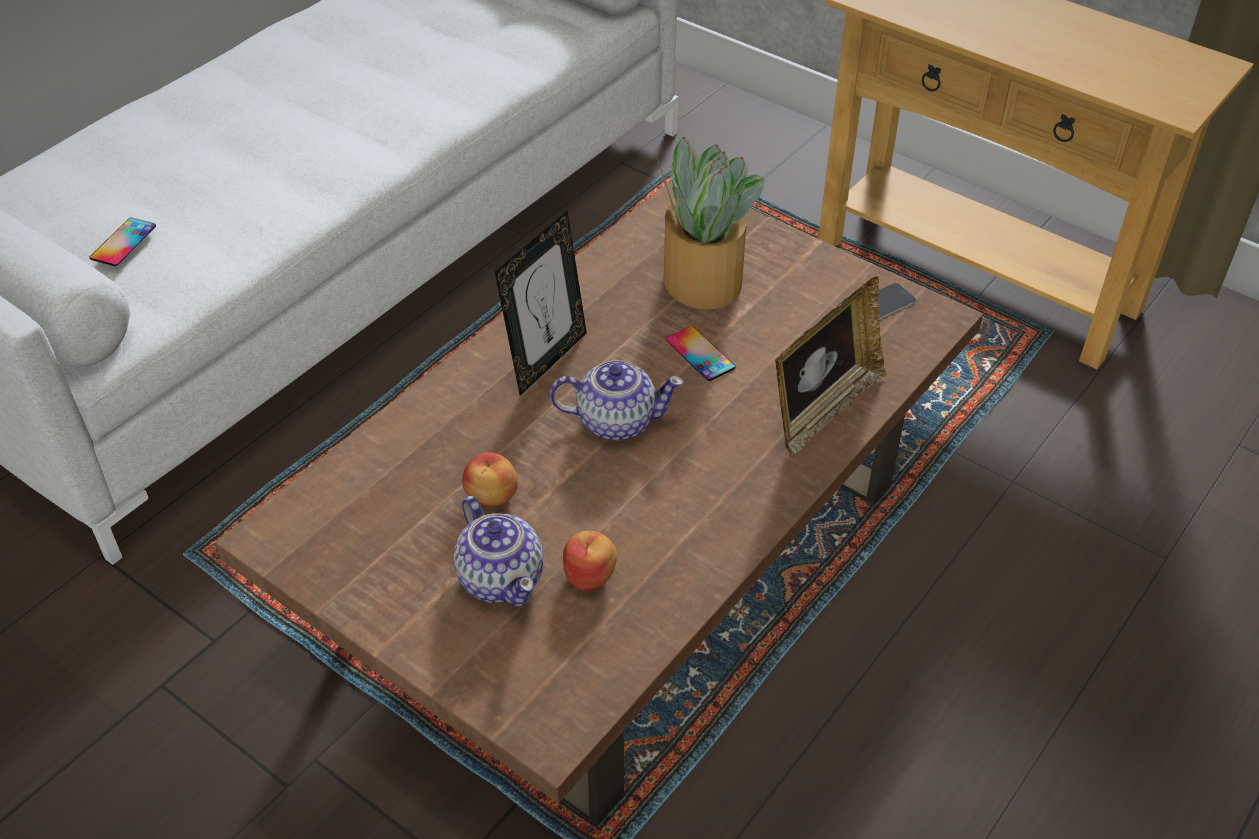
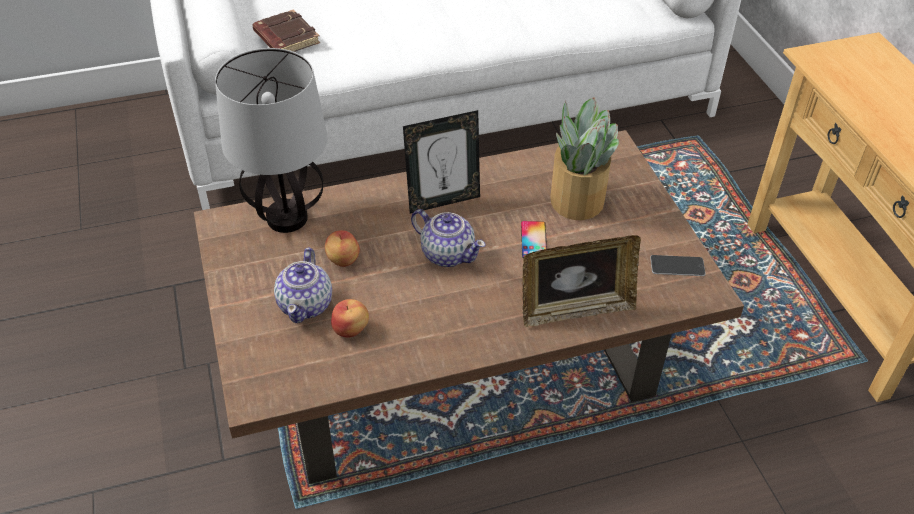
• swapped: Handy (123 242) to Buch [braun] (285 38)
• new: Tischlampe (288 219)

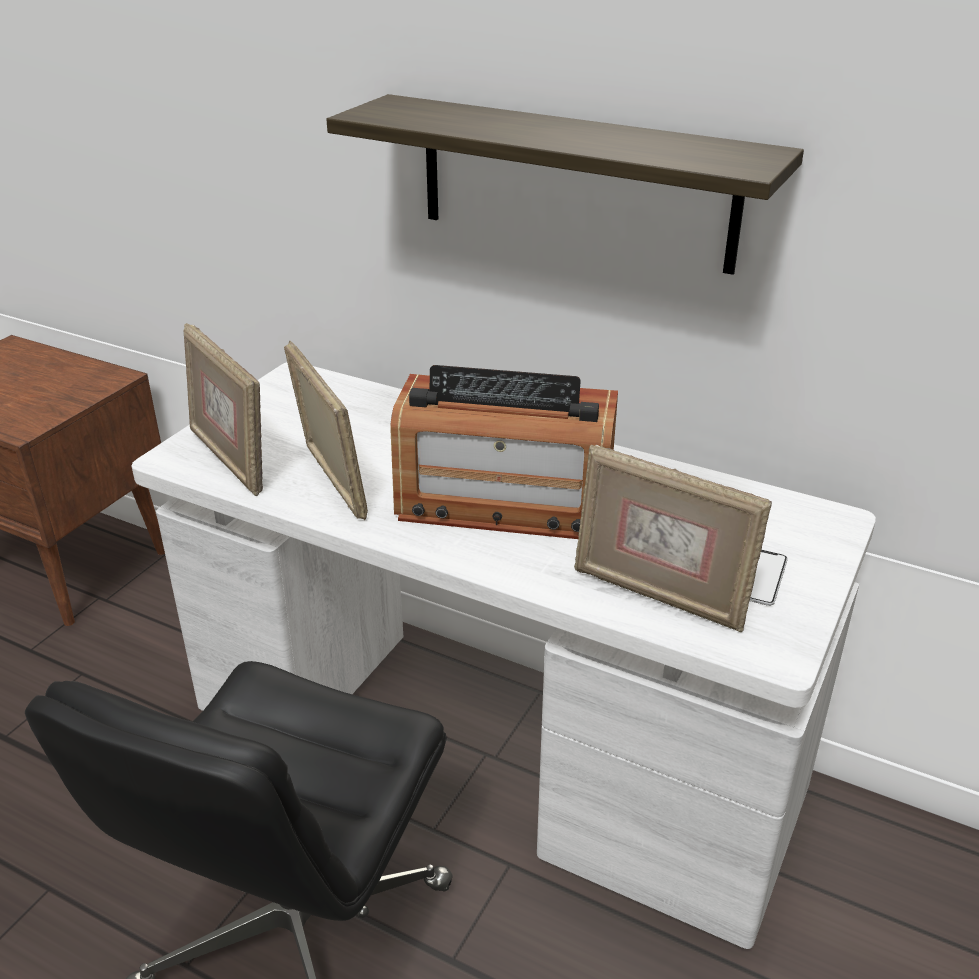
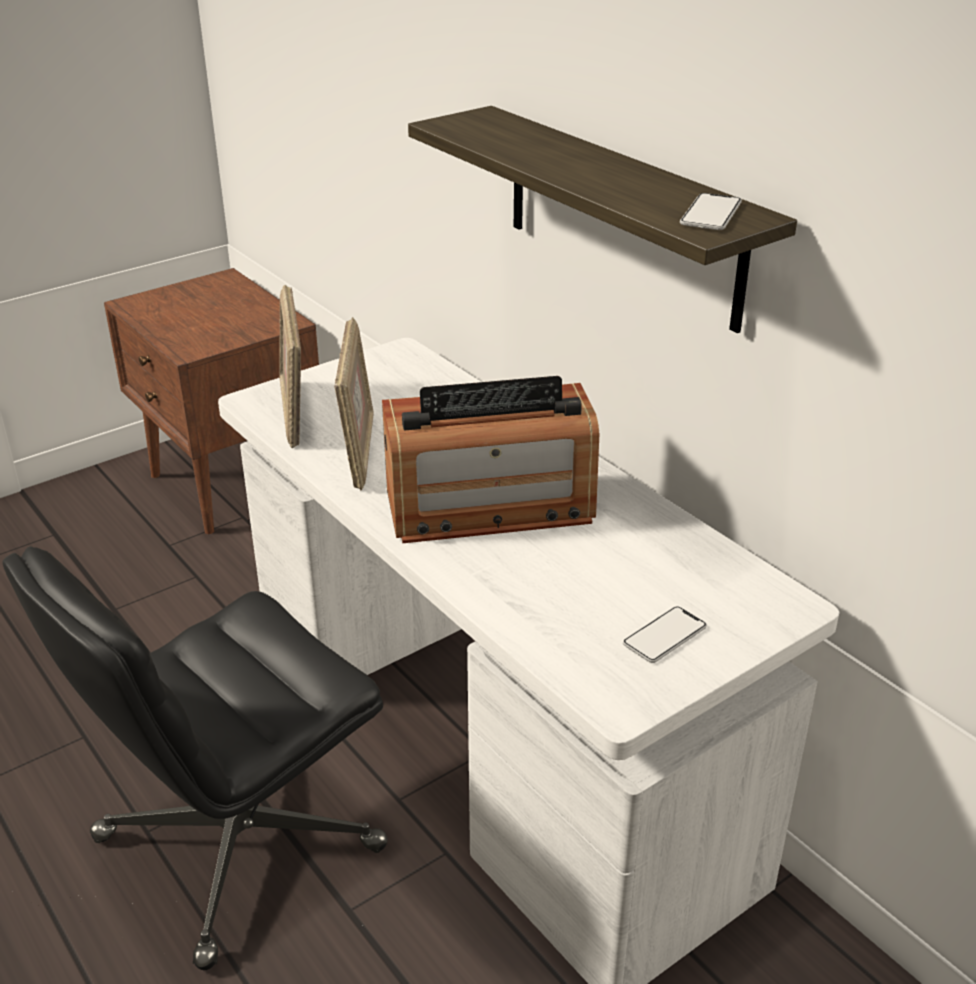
• rotated: Radio (504 502) = (489 506) 45 degrees counterclockwise
• gone: Bilderrahmen (659 595)
• new: Handy (711 214)

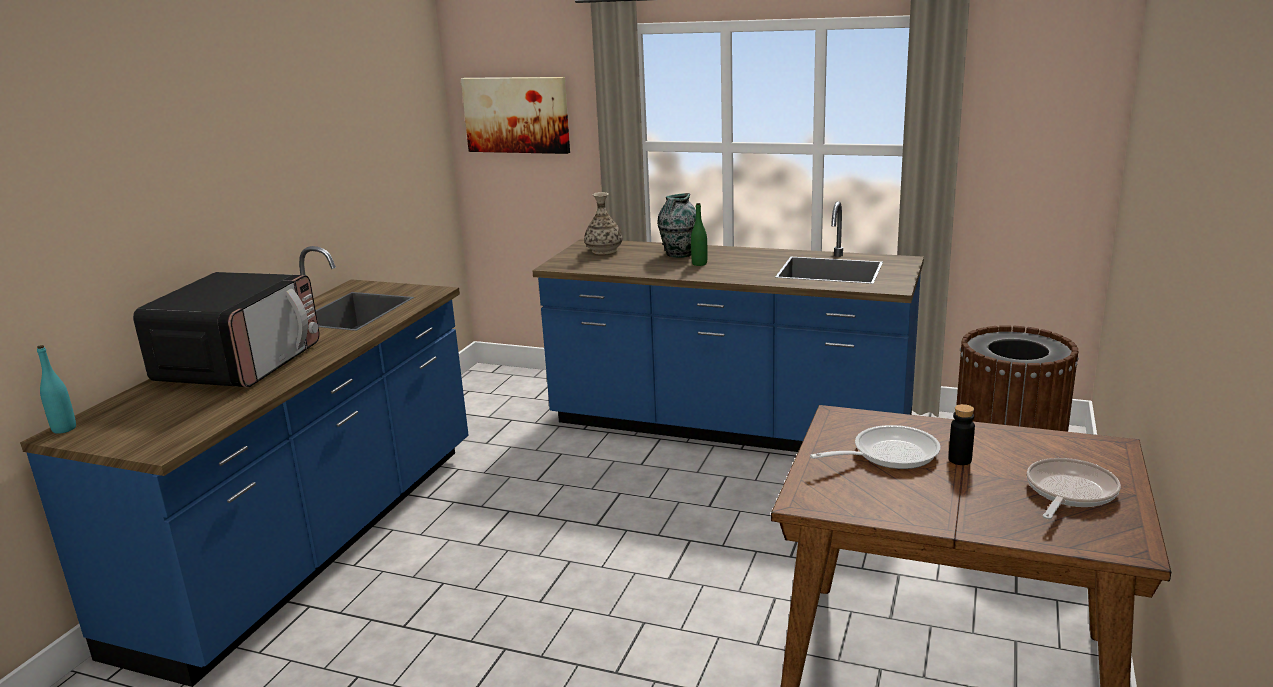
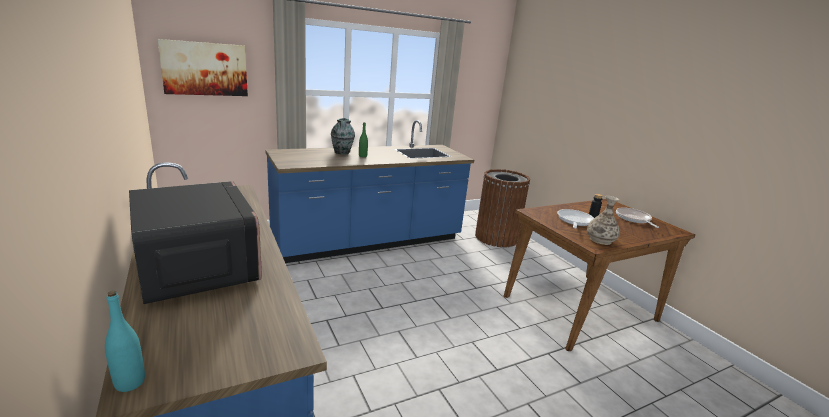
• shifted: Vase (604 251) to (600 240)

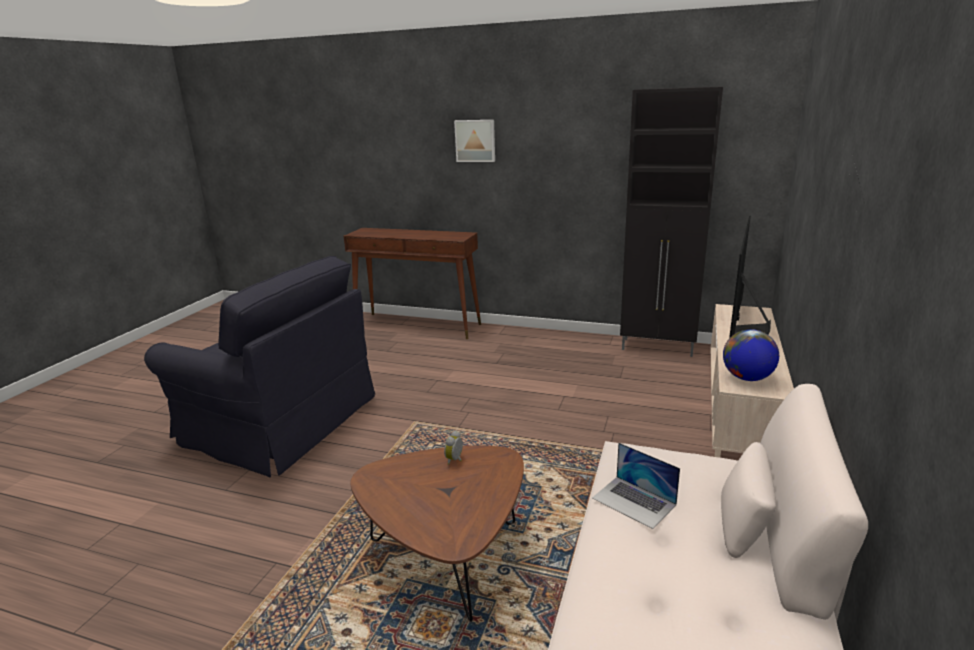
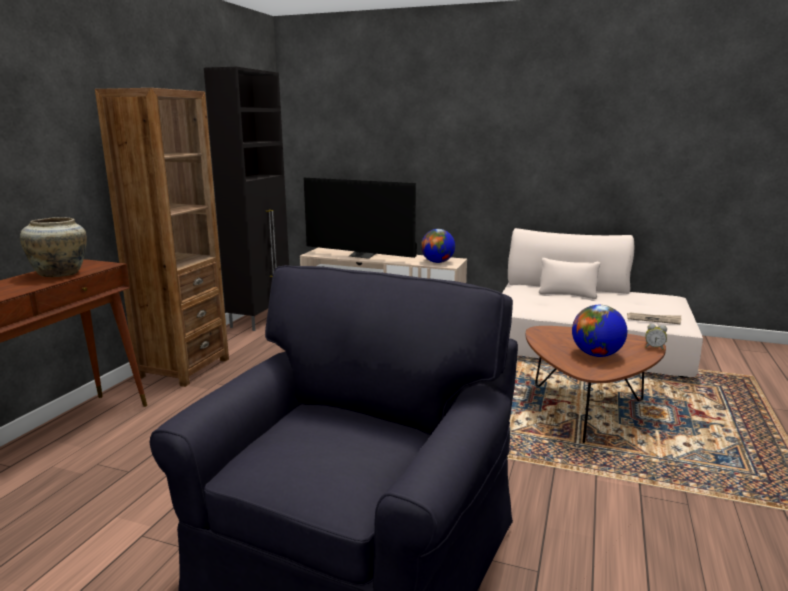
• gone: Bild (475 140)
• shifted: Wecker (455 460) to (654 347)
• gone: Laptop (634 501)
• new: Bücherregal [braun] (183 368)
• new: Vase [beige] (61 274)
• new: Globus (596 354)
• new: Zeitung (653 319)

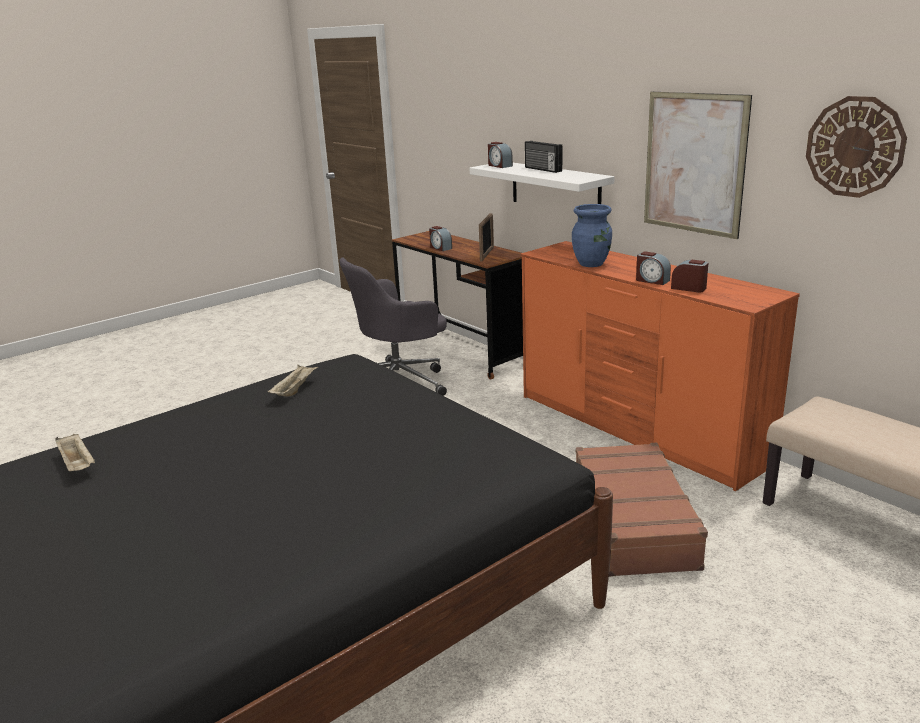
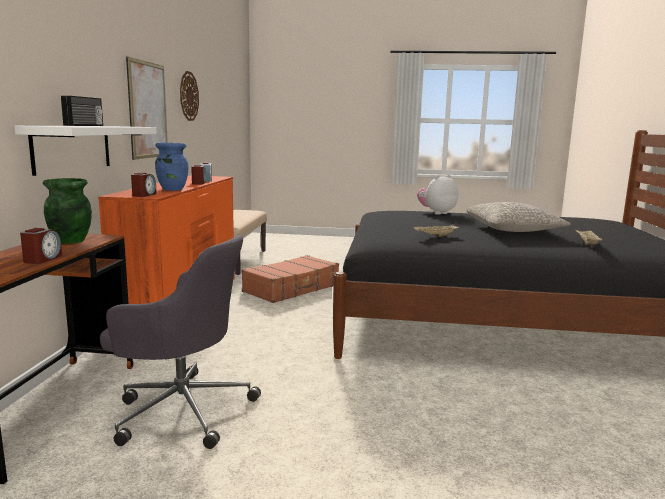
• shifted: Wecker (499 166) to (144 195)
• swapped: Bilderrahmen (487 254) to Vase [grün] (70 241)
• new: Plüschtier (436 213)
• new: Kissen [grau] (513 230)

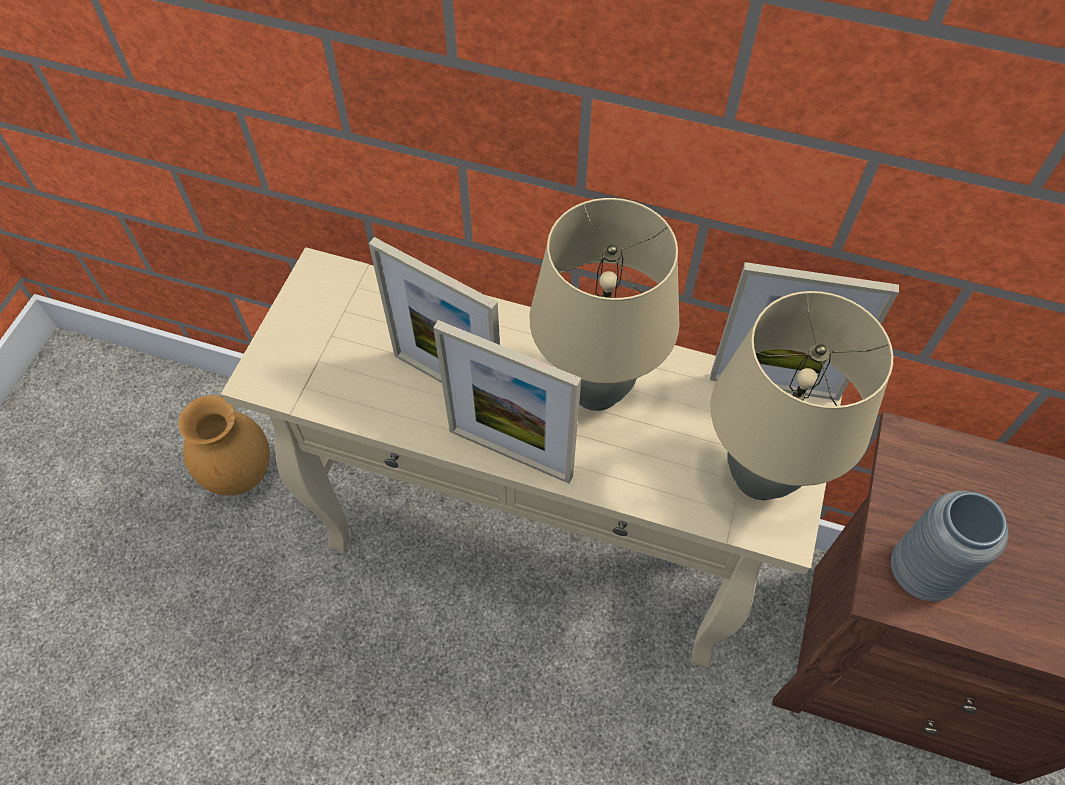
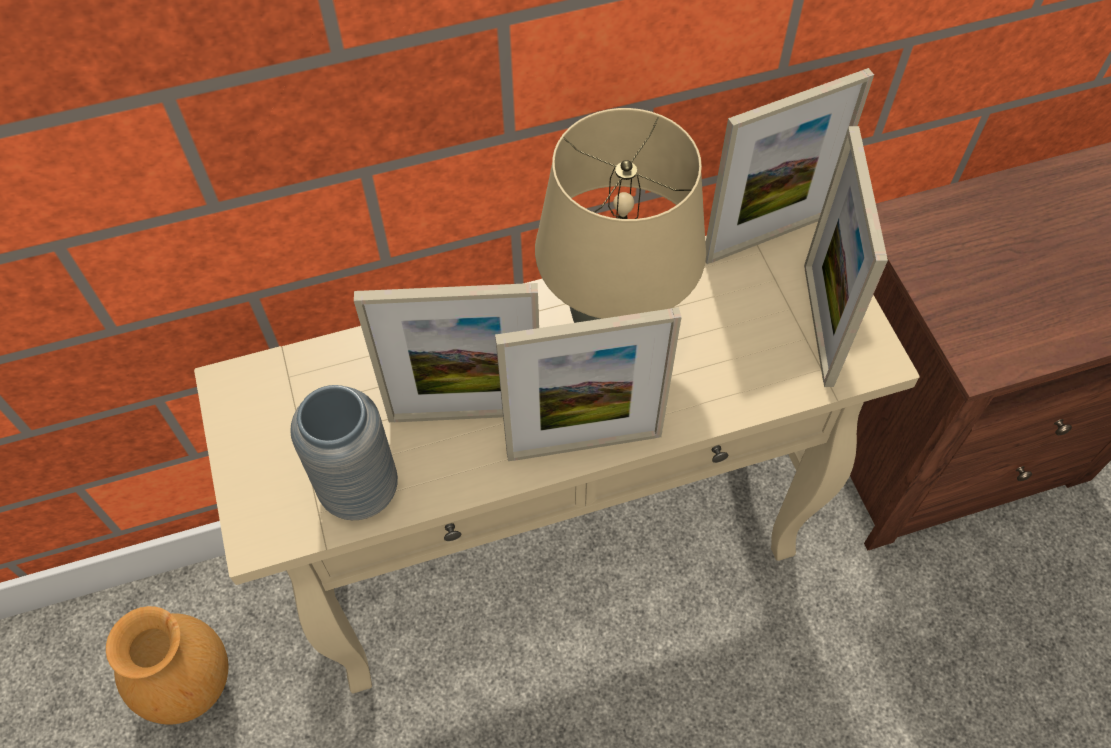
• swapped: Tischlampe [beige] (760 476) to Bilderrahmen (818 324)
• shifted: Vase [grau] (921 572) to (360 490)

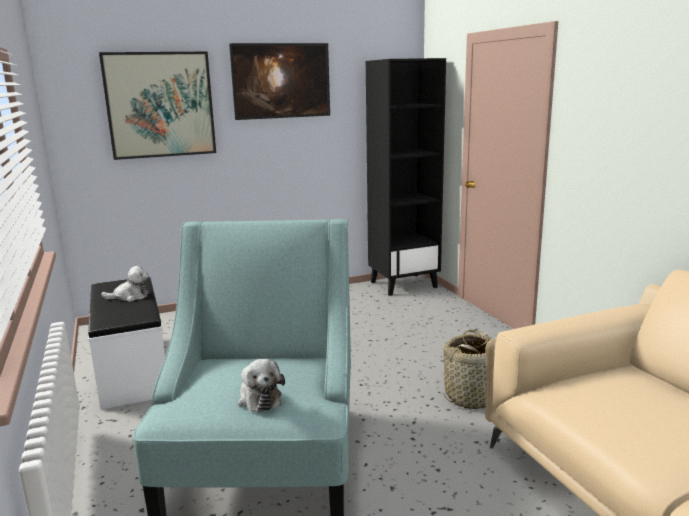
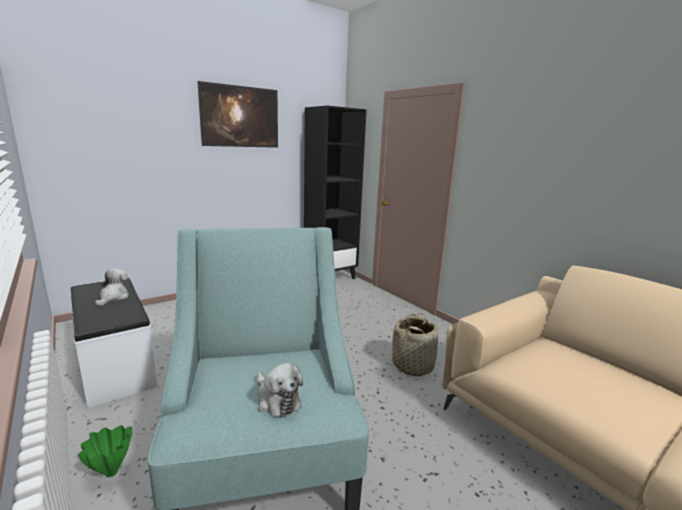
• gone: Bild (160 105)
• rotated: Plüschtier (130 296) = (113 297) 60 degrees counterclockwise
• new: Vase [grün] (110 473)

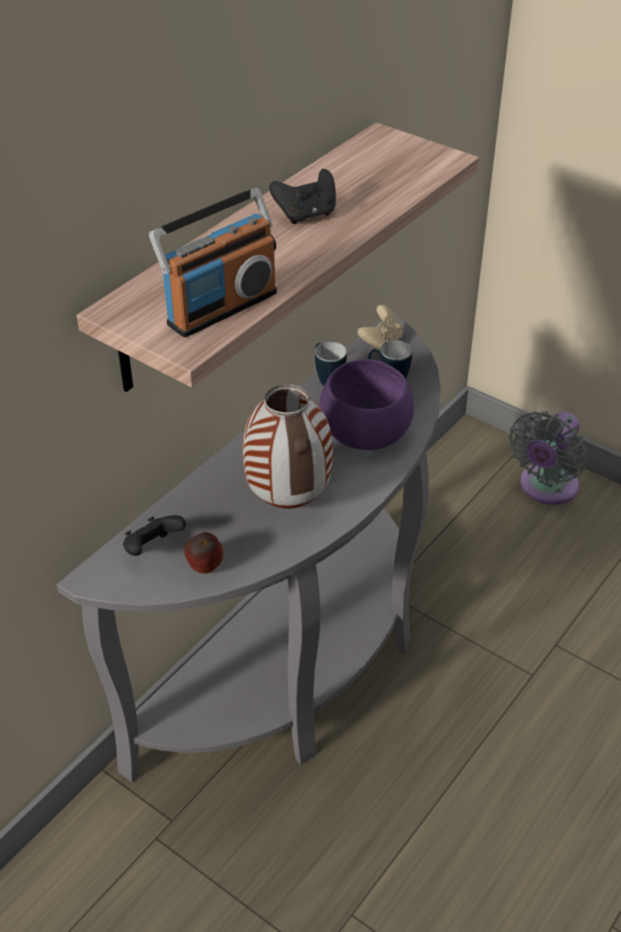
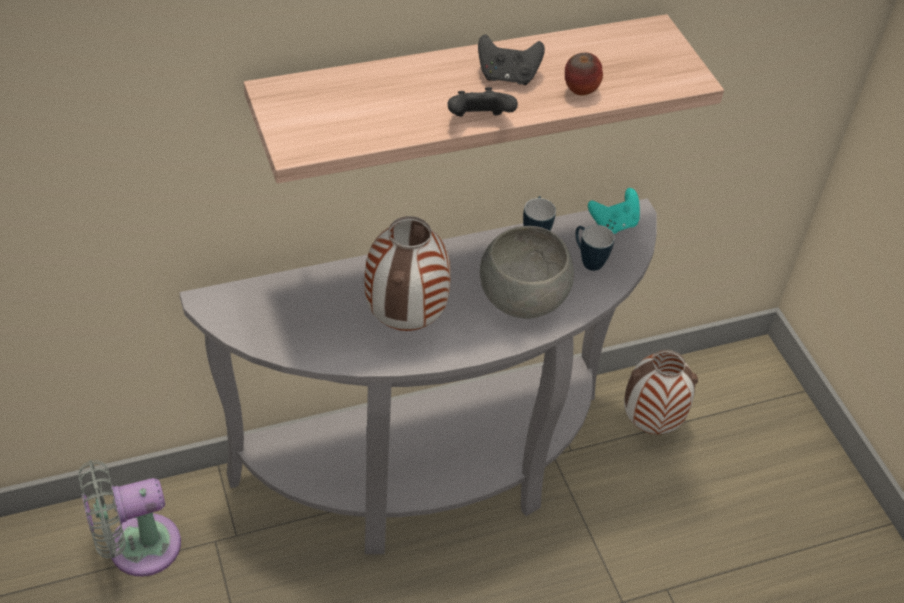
• gone: Radio (221 308)
• repainted: Gamepad [beige] (381 344) to Gamepad [türkis] (613 224)
• repainted: Schüssel [lila] (366 433) to Schüssel [grau] (523 298)
• shifted: Ventilator [grau] (545 488) to (136 547)
• shifted: Gamepad [schwarz] (152 549) to (478 121)
• shifted: Apfel (205 569) to (579 92)
• new: Vase (650 424)

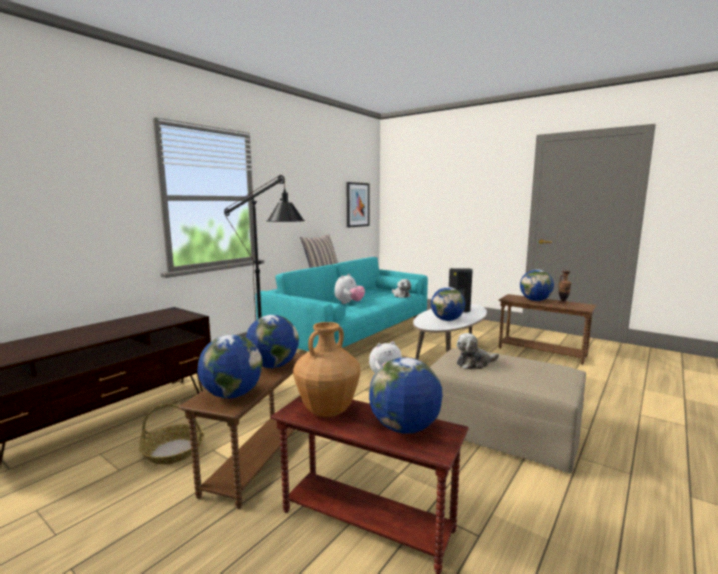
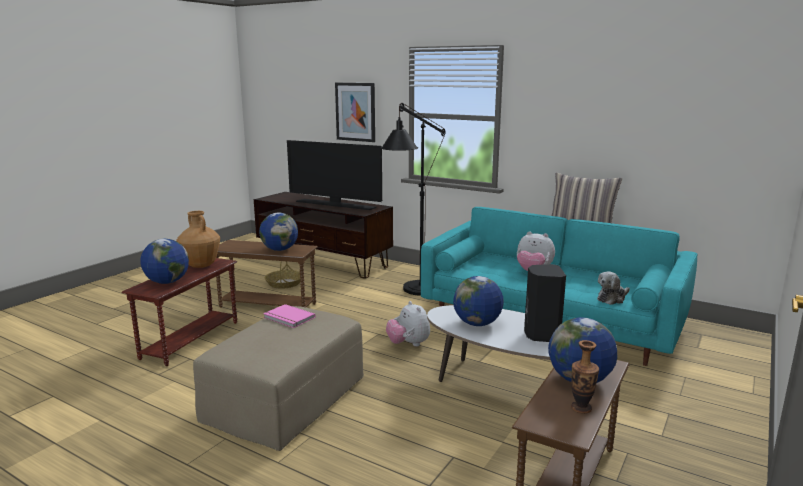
• shifted: Bild (357 204) to (355 112)
• swapped: Plüschtier (474 363) to Buch [rosa] (288 318)
• gone: Globus (232 395)
• new: Fernseher (336 205)

